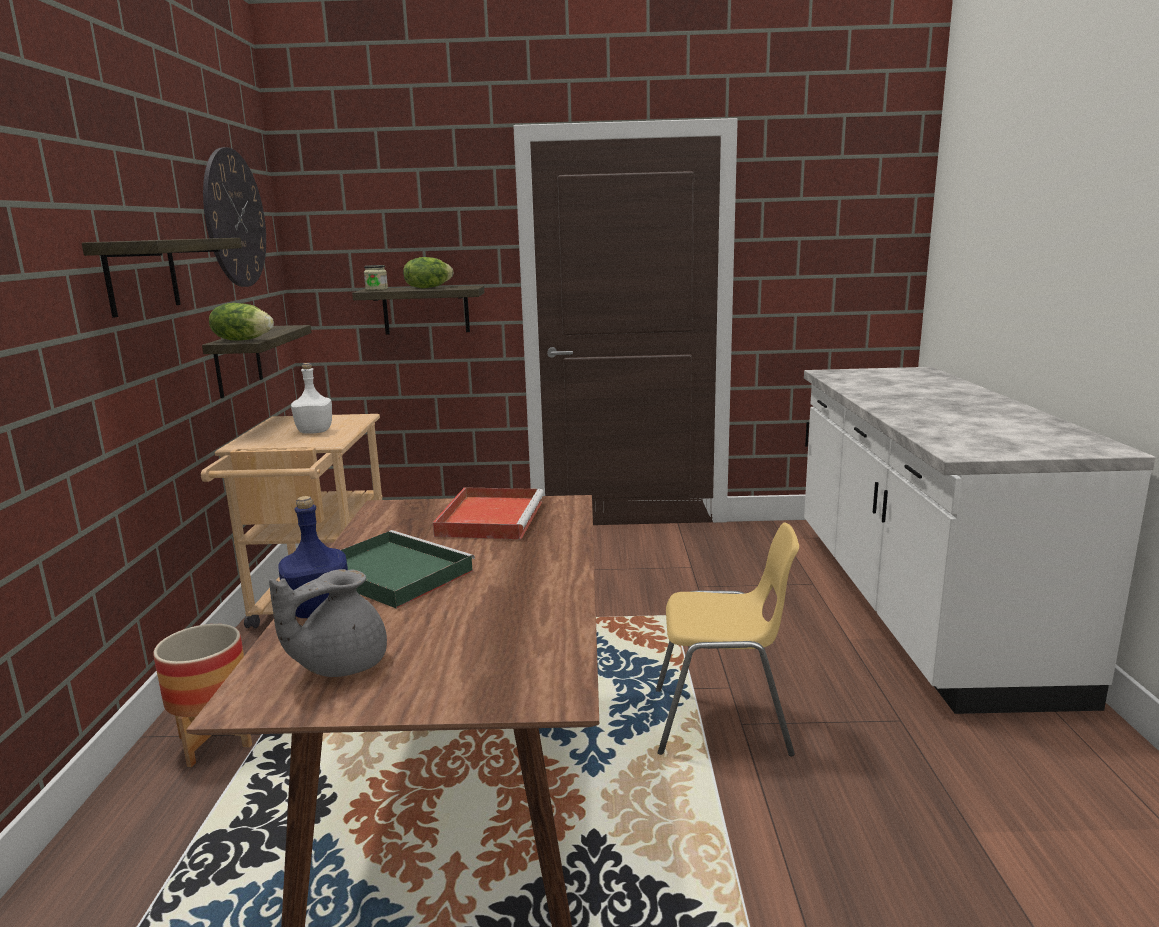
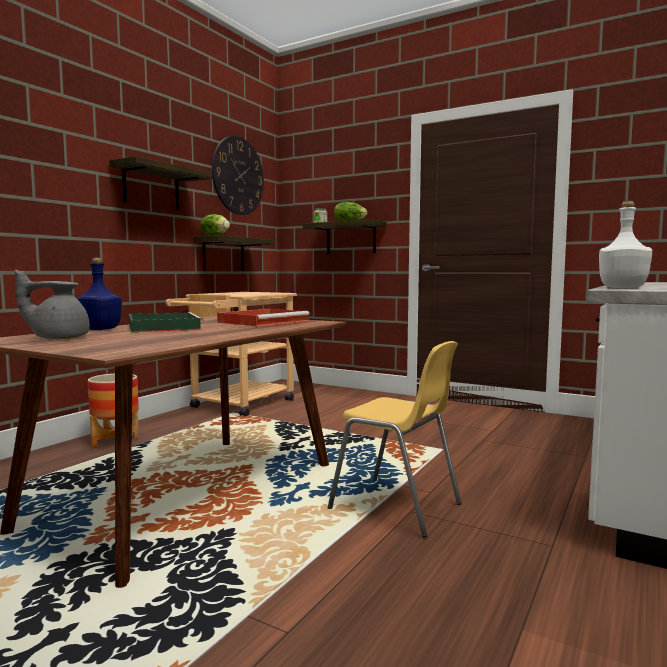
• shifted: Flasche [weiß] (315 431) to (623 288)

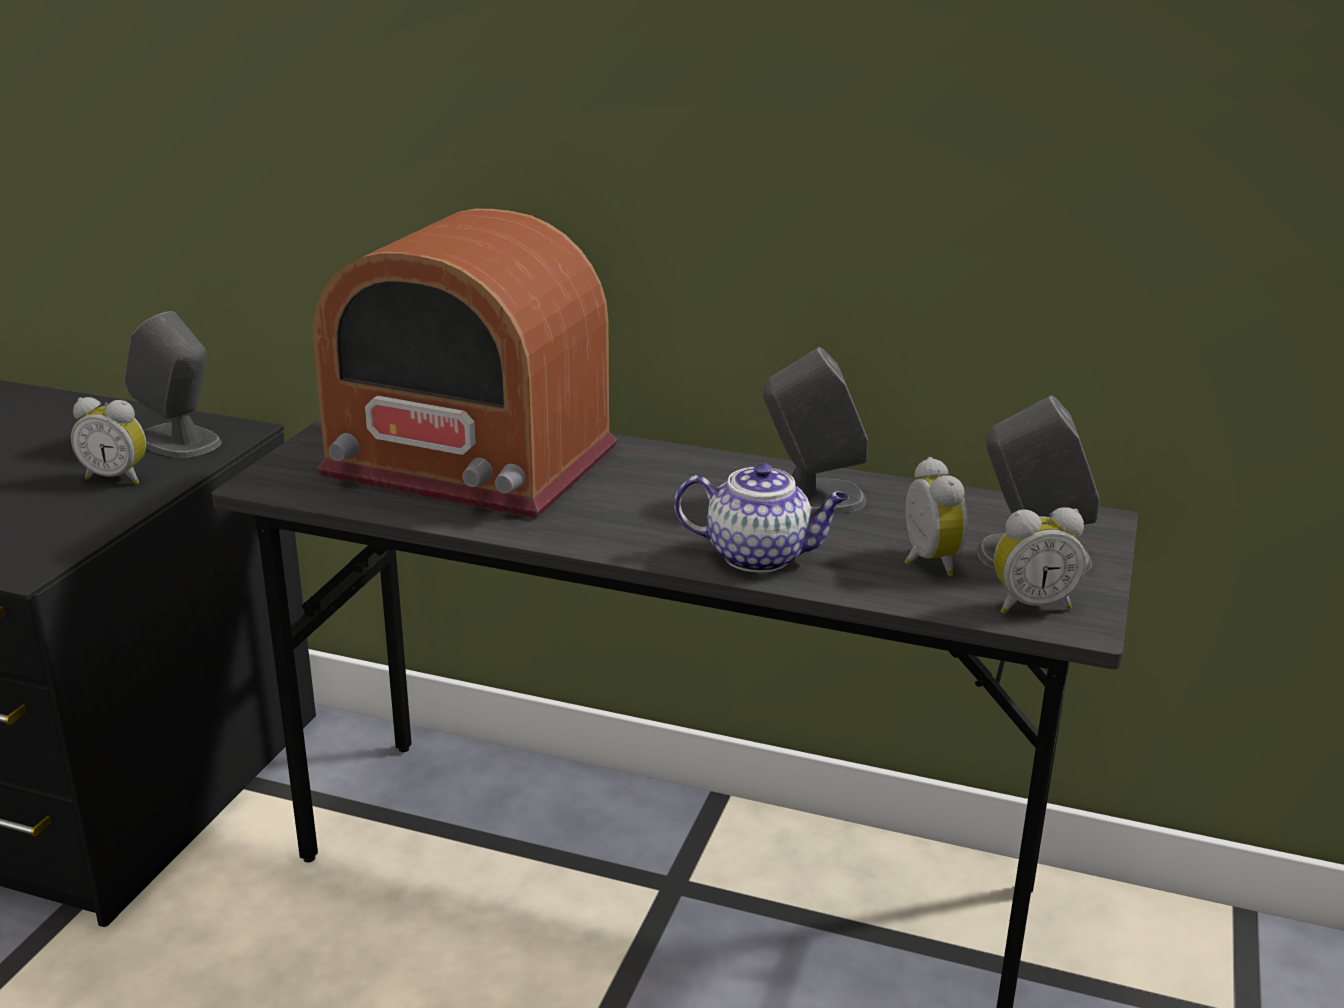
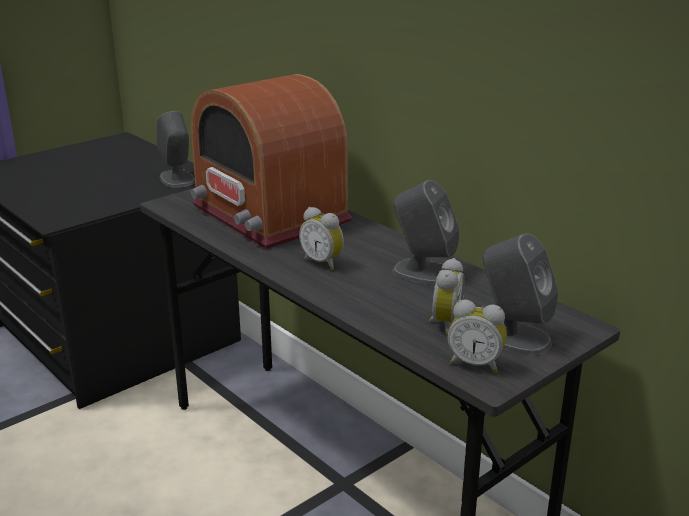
• shifted: Wecker (117 477) to (323 262)
• gone: Teekanne (760 556)

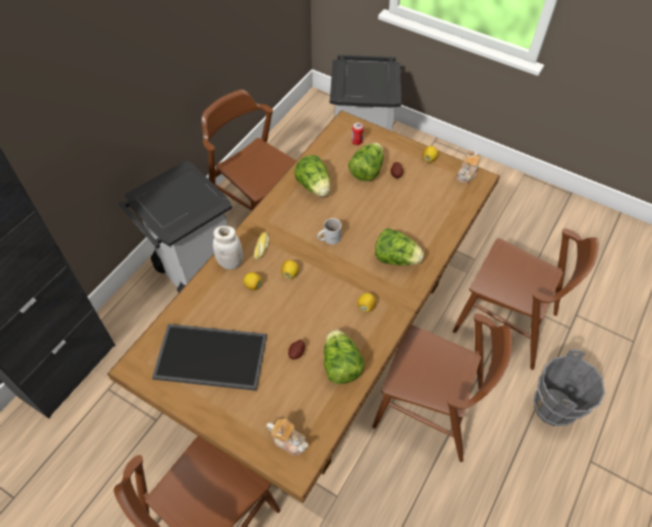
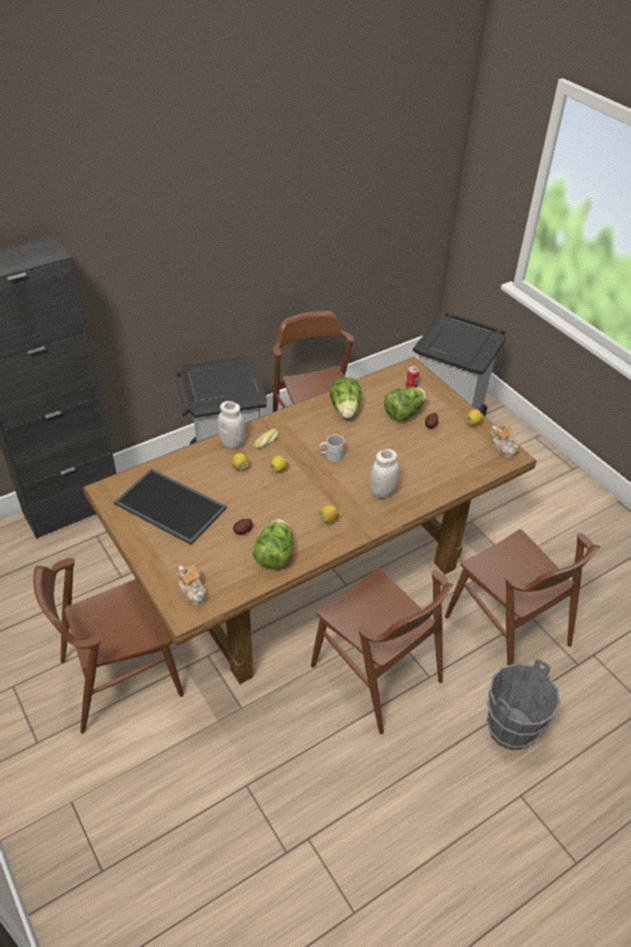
• rotated: Teekanne (467 174) = (502 448) 90 degrees counterclockwise
• swapped: Salatkopf (396 258) to Vorratsglas [weiß] (382 492)

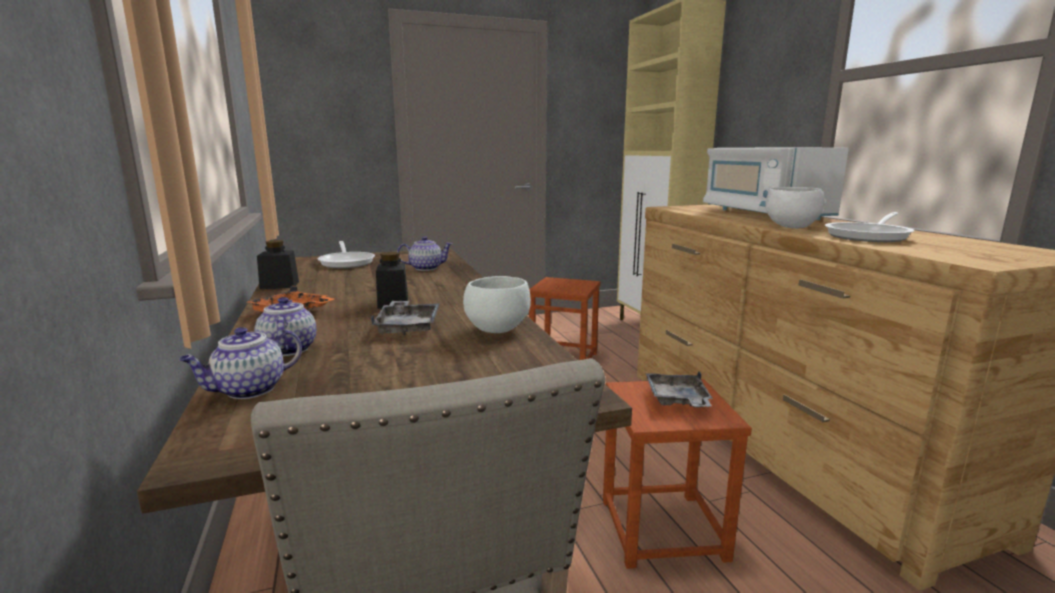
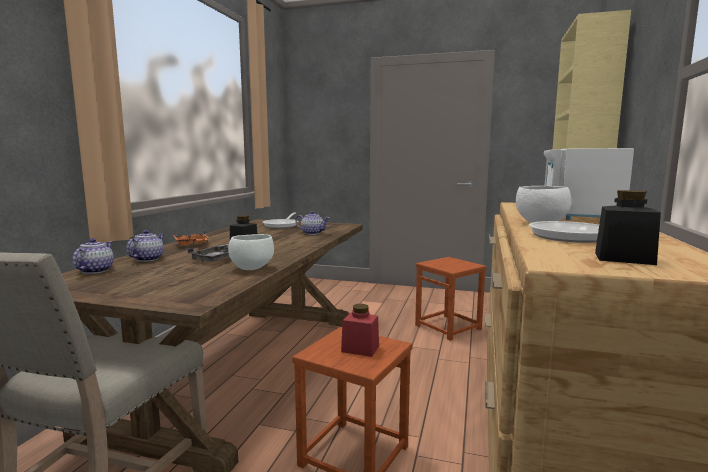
• shifted: Vorratsglas [schwarz] (279 285) to (624 258)
• rotated: Teekanne (248 390) = (95 270) 105 degrees clockwise
• swapped: Tablett [grau] (677 400) to Vorratsglas [rot] (360 349)

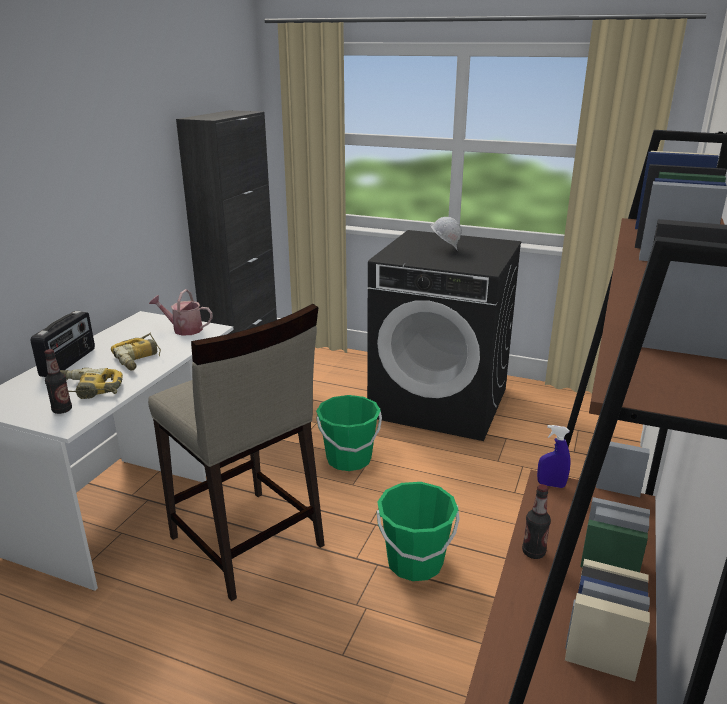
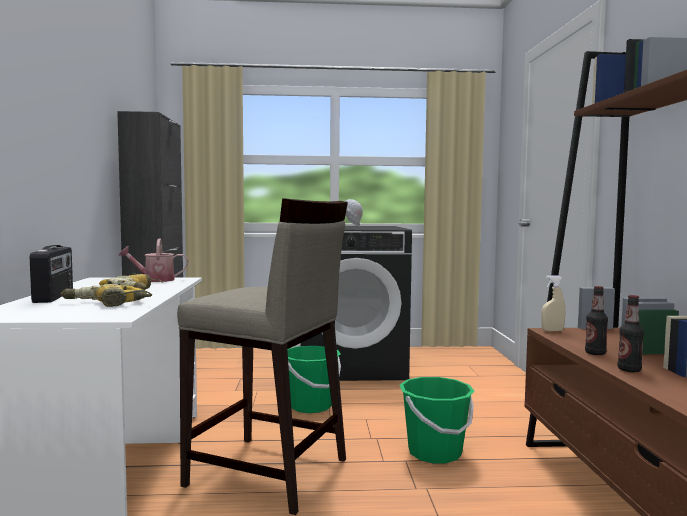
• shifted: Flasche (62 410) to (629 370)
• repainted: Sprühflasche [blau] (551 485) to Sprühflasche [beige] (552 330)

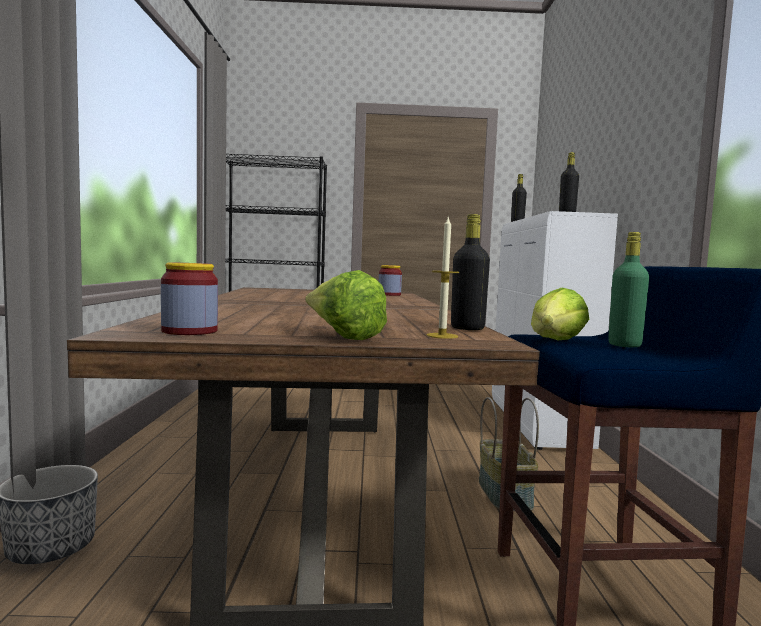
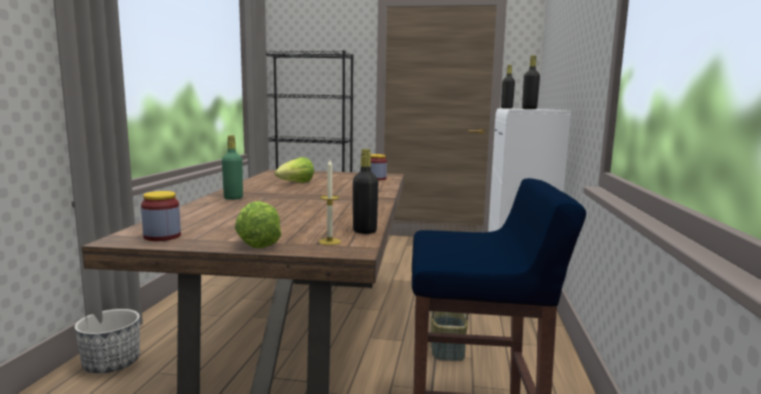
• shifted: Flasche [grün] (624 345) to (233 198)
• shifted: Salatkopf (555 342) to (295 183)

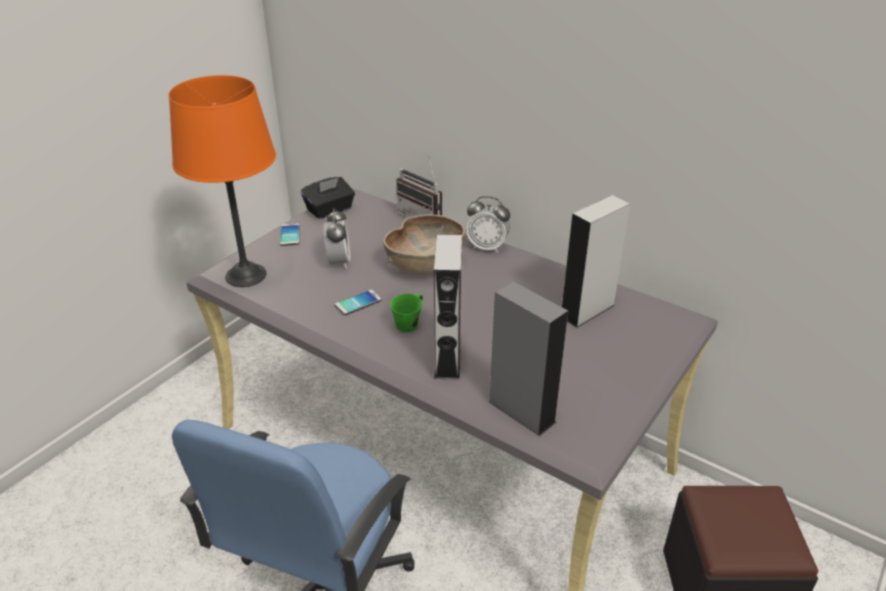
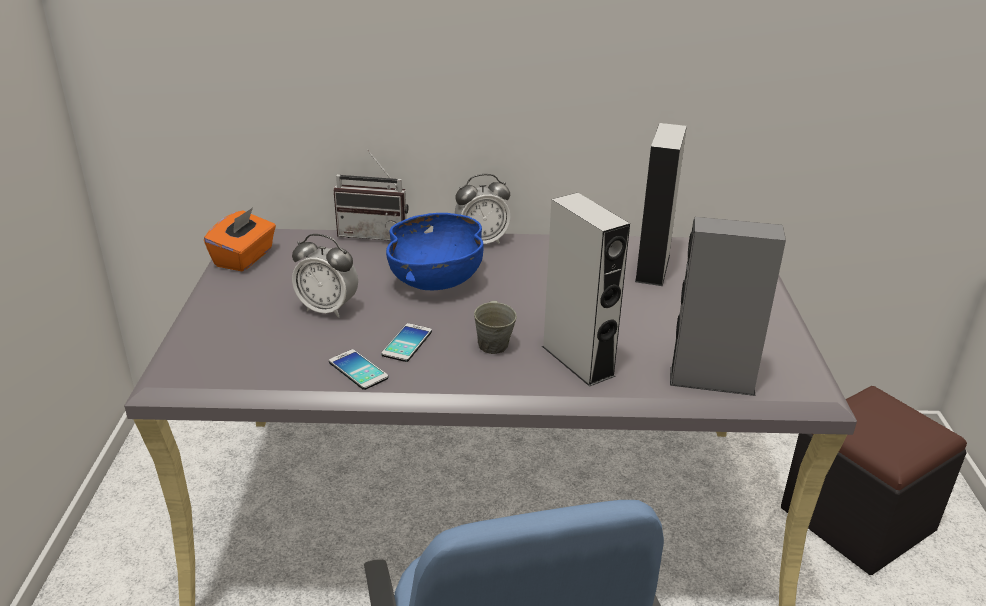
• gone: Tischlampe [orange] (246 275)
• repainted: Taschentuchbox [schwarz] (330 210) to Taschentuchbox [orange] (244 258)
• rotated: Wecker (339 262) = (328 309) 150 degrees clockwise
• repainted: Schüssel [braun] (425 265) to Schüssel [blau] (436 279)
• shifted: Handy (290 235) to (358 370)
• repainted: Henkelbecher [grün] (408 325) to Henkelbecher [grau] (494 344)

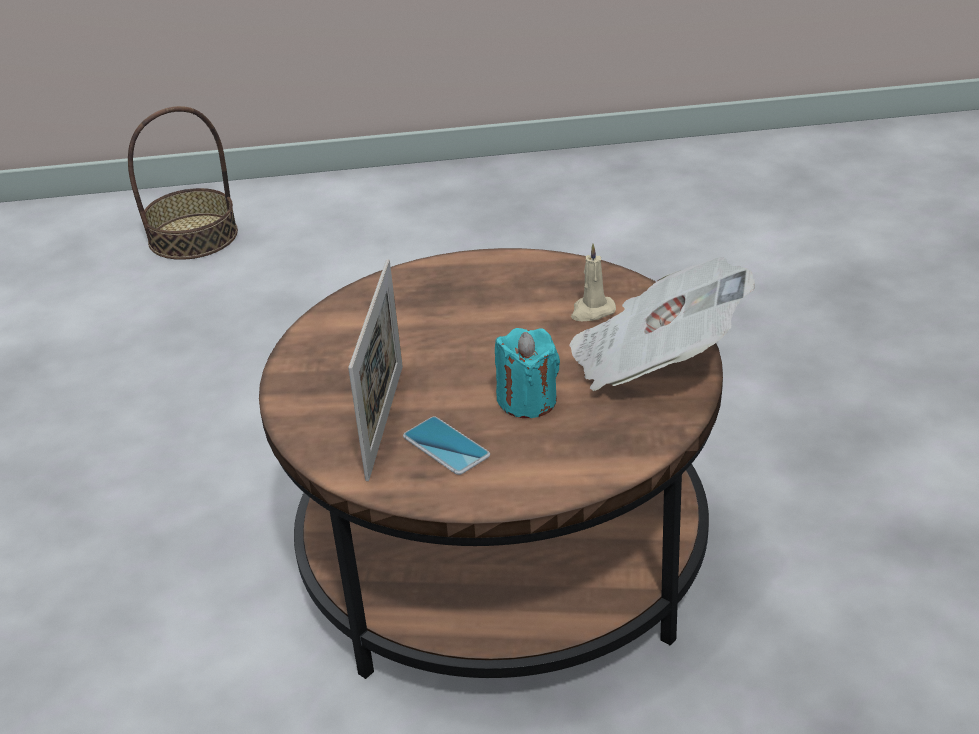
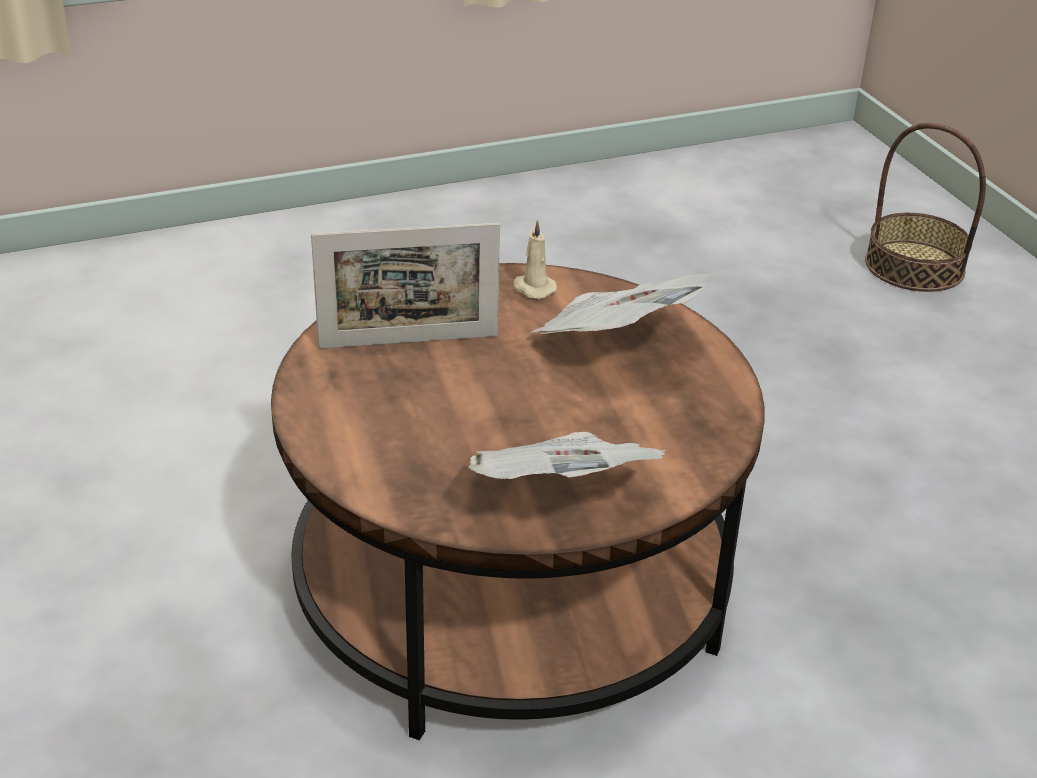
• shifted: Kerze [beige] (592 311) to (533 288)
• gone: Kerze [türkis] (527 401)
• gone: Handy (446 446)
• new: Zeitung (618 343)

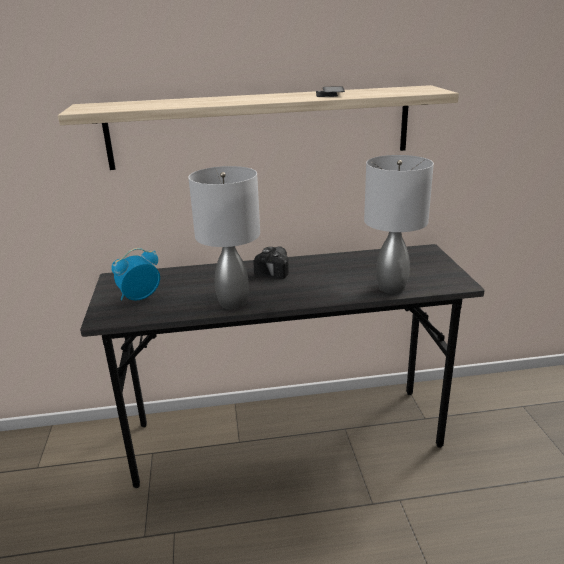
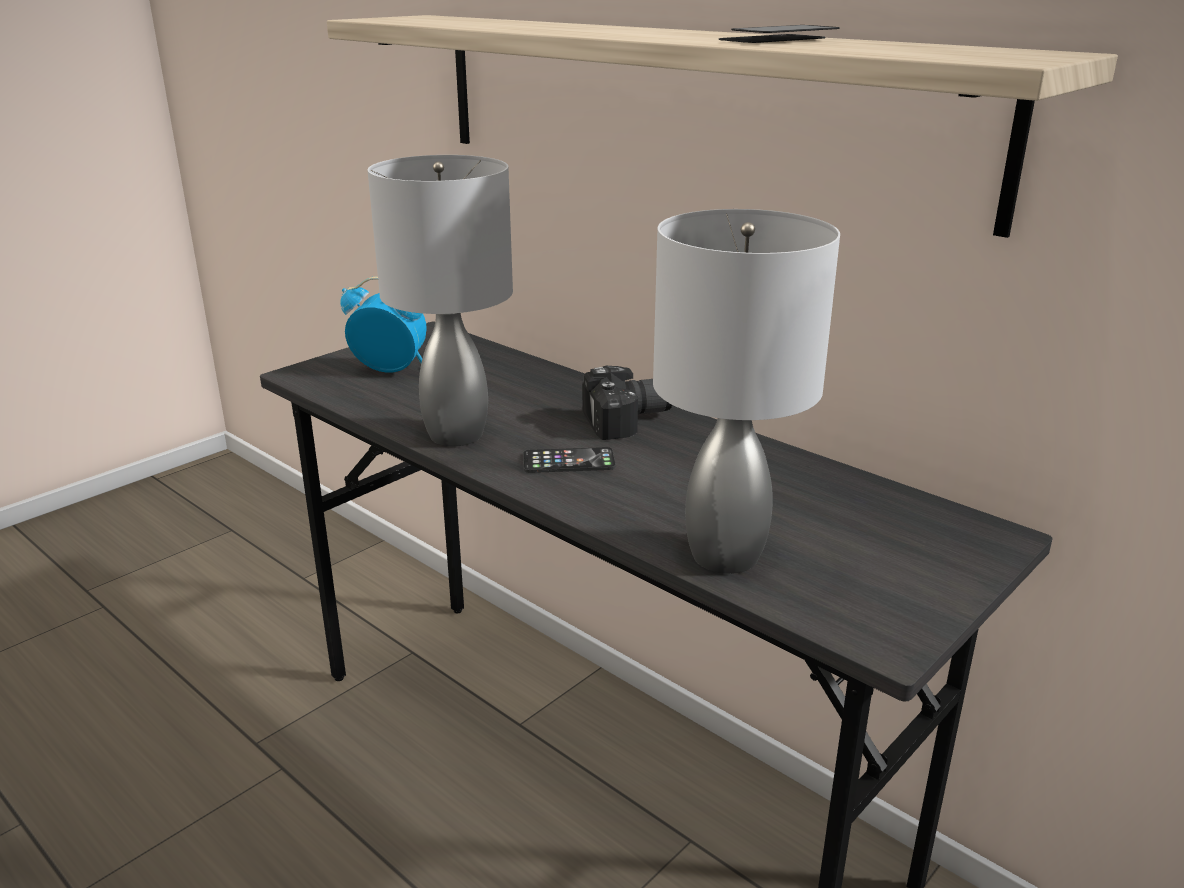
• new: Handy (568 461)

